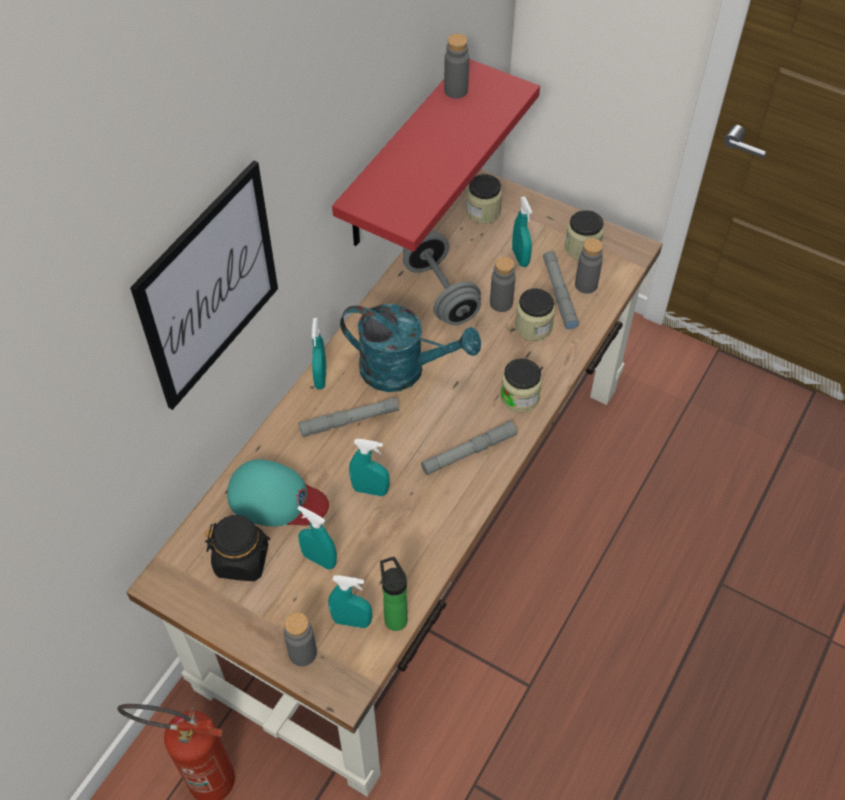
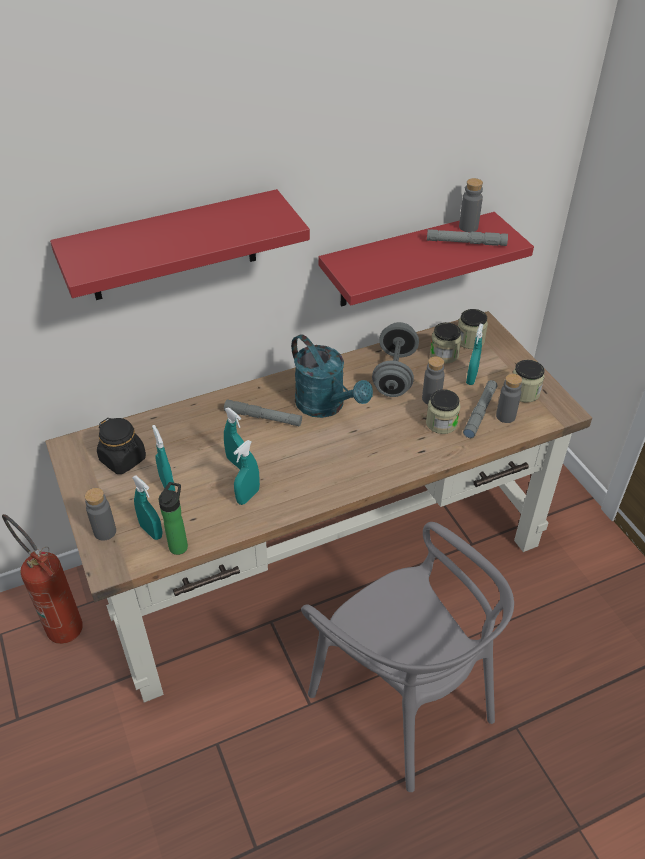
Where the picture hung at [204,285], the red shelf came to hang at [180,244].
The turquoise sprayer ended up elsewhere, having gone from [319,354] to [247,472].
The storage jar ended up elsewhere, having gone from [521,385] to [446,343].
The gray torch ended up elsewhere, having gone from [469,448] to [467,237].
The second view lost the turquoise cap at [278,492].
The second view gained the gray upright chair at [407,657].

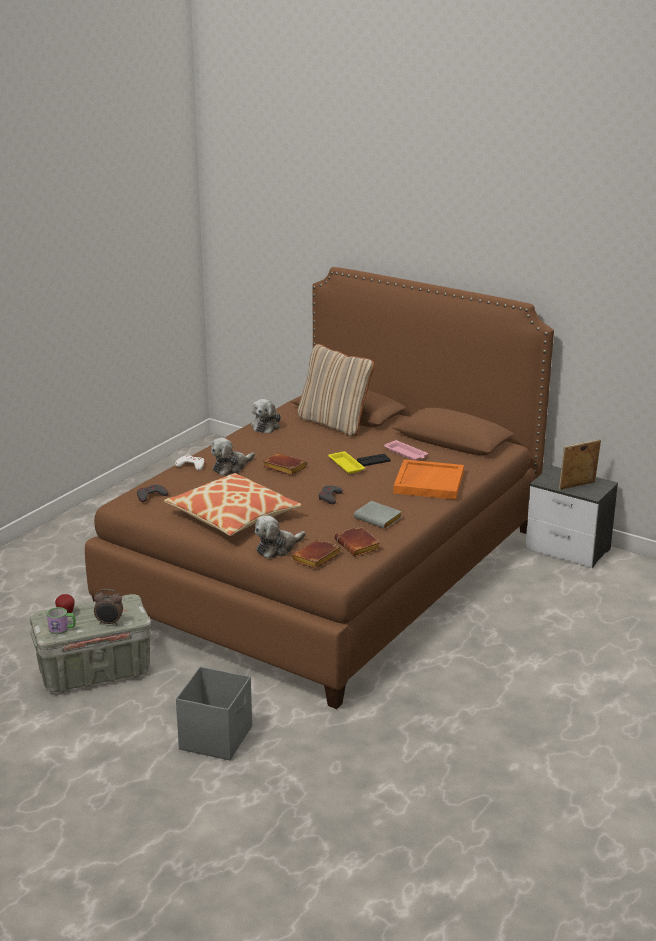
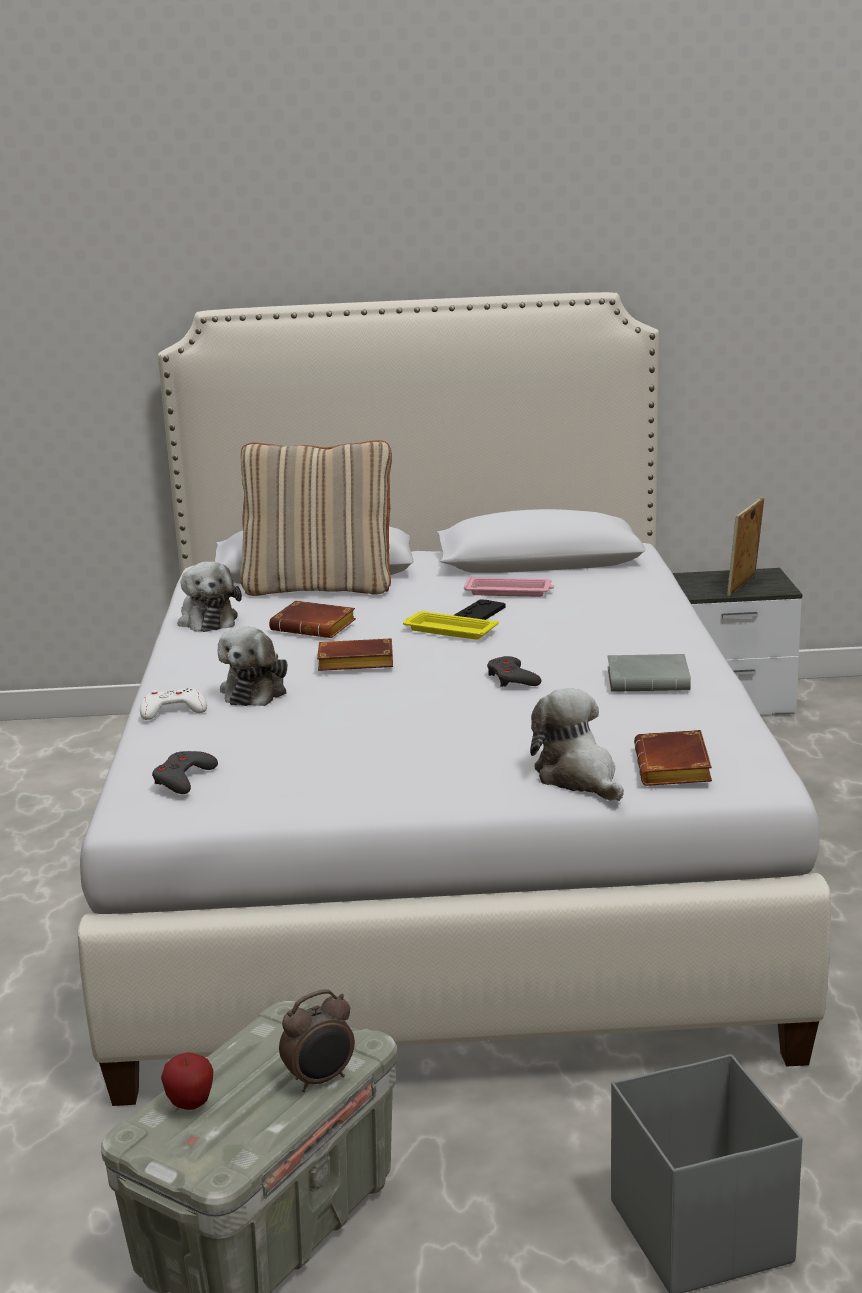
What was the brown bed at [319,488] turned into the white-coloured bed at [454,699].
The second view lost the orange carrying tray at [428,479].
The second view lost the throw pillow at [233,504].
The plush toy at [280,537] ended up facing another way, 135 degrees clockwise from before.
The brown volume ended up elsewhere, having gone from [357,541] to [312,619].
The second view lost the mug at [61,620].

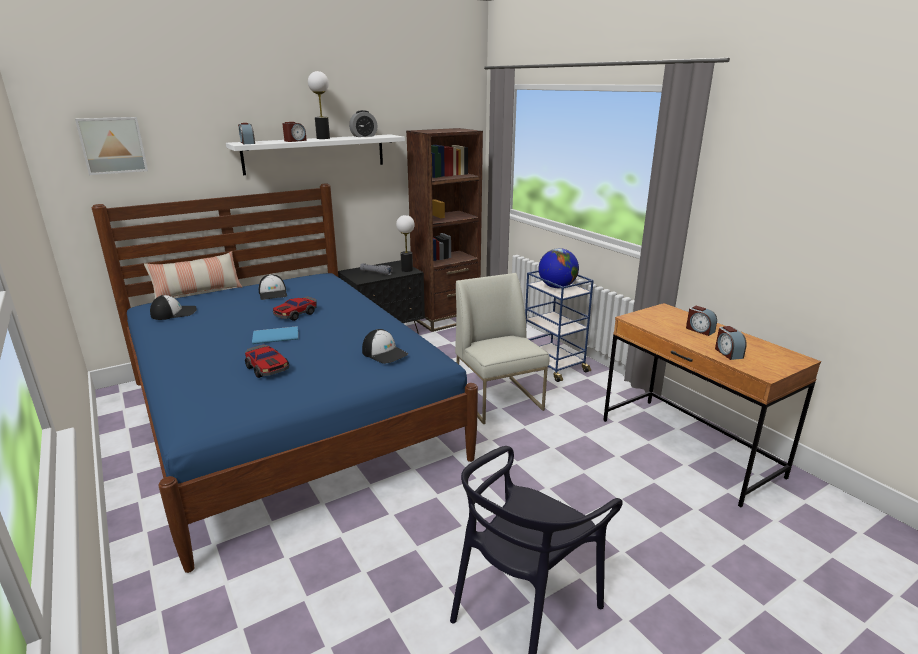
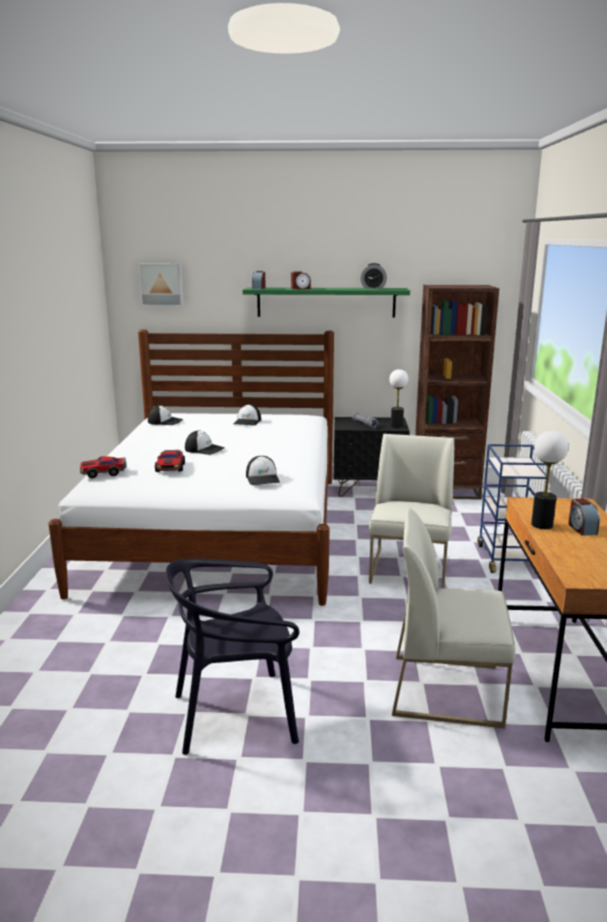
The tabletop lamp ended up elsewhere, having gone from [319,105] to [550,480].
What was the white-coloured shelf at [315,154] turned into the green-coloured shelf at [326,302].
What was the blue bed at [285,378] turned into the white-coloured bed at [191,467].
The second view lost the desk globe at [559,268].
The second view lost the throw pillow at [193,275].
The toy car ended up elsewhere, having gone from [295,308] to [103,467].
Where the blue volume stood at [275,335], the cap came to stand at [205,442].
The second view lost the bedside clock at [731,343].
The second view gained the white-coloured upright chair at [454,618].

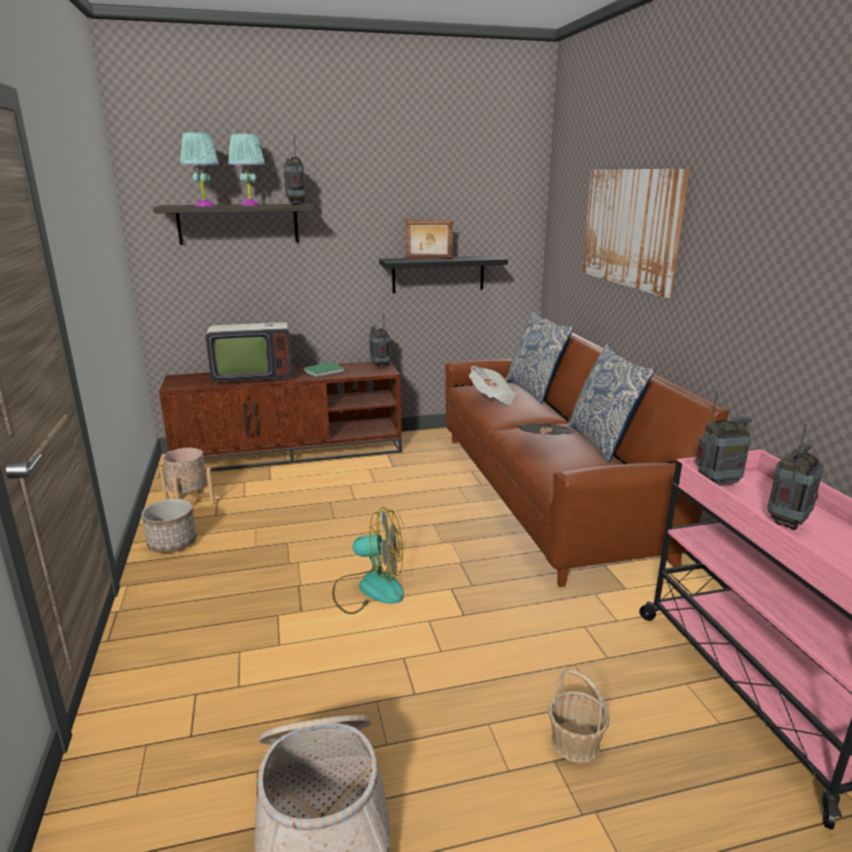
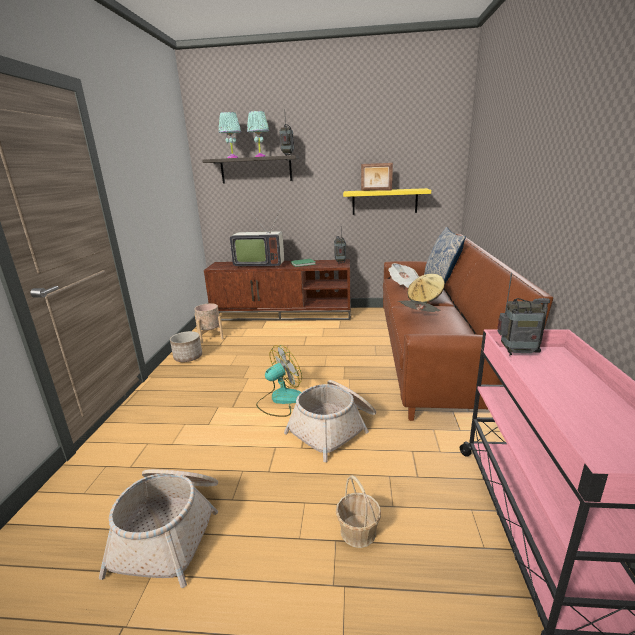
The second view lost the picture at [635,233].
What was the black shelf at [443,274] turned into the yellow-coloured shelf at [387,201].
The second view lost the throw pillow at [611,403].
The second view lost the radio at [795,477].
The cooling fan at [368,560] ended up facing another way, 60 degrees counterclockwise from before.
The second view gained the beige-coloured clothing hat at [426,288].
The second view gained the basket at [330,421].

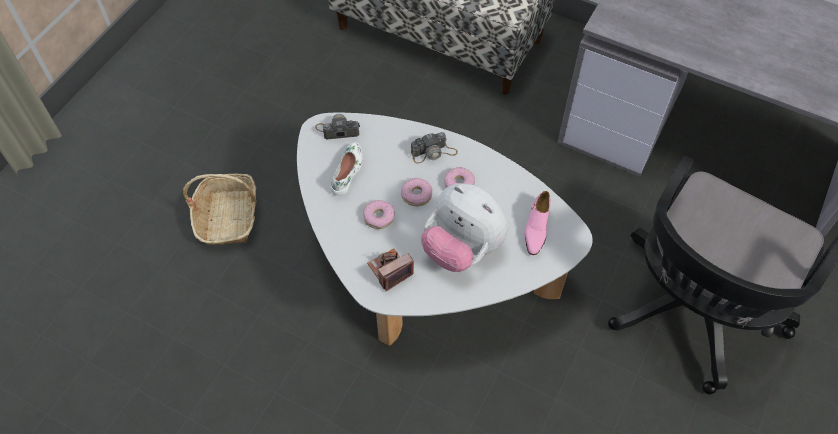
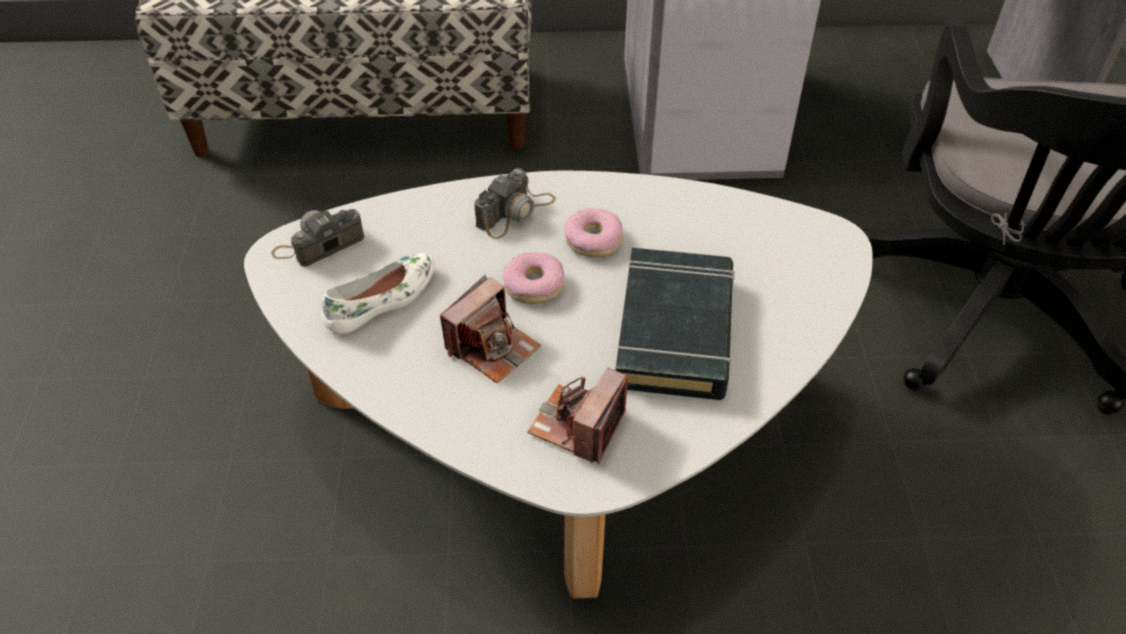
The white-coloured low shoe at [347,169] ended up facing another way, 60 degrees clockwise from before.
The second view lost the basket at [220,209].
Where the plush toy stood at [464,227], the black volume came to stand at [675,324].
The second view lost the pink-coloured low shoe at [537,223].
Where the ring doughnut stood at [379,214], the photo camera came to stand at [490,329].

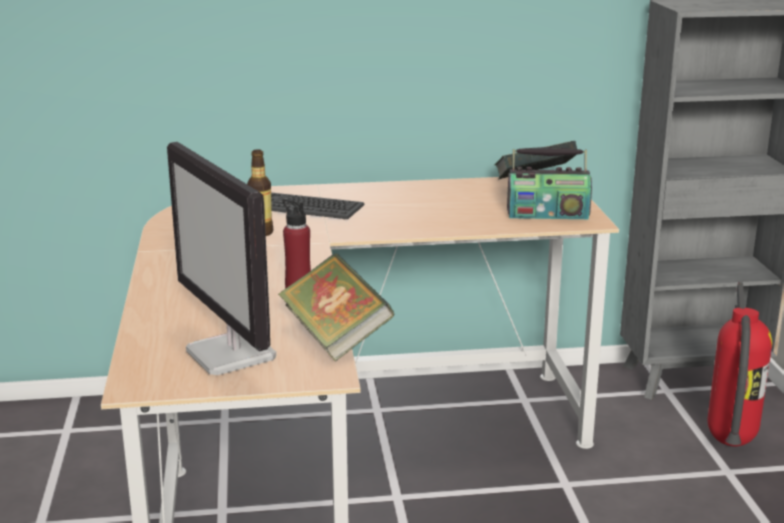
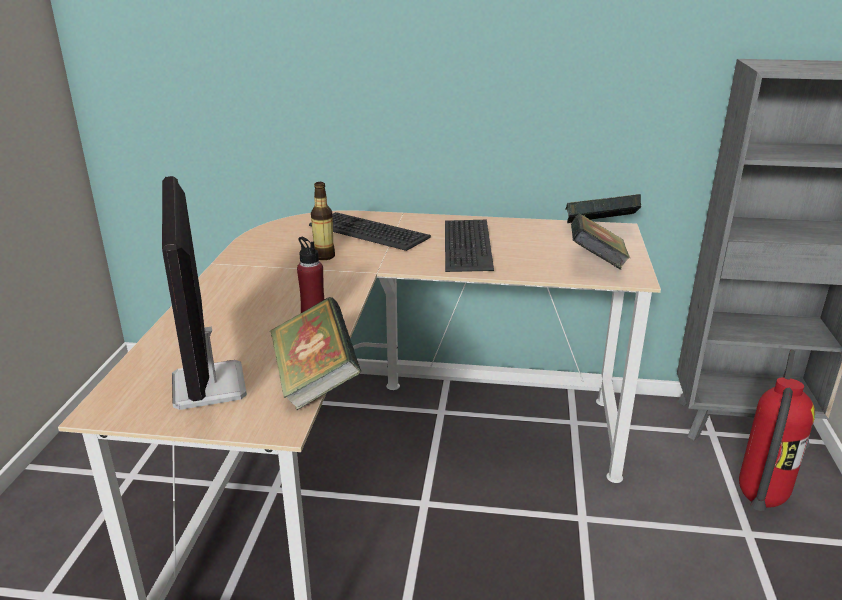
Where the radio stood at [549,183], the volume came to stand at [600,242].
The second view gained the PC keyboard at [469,246].

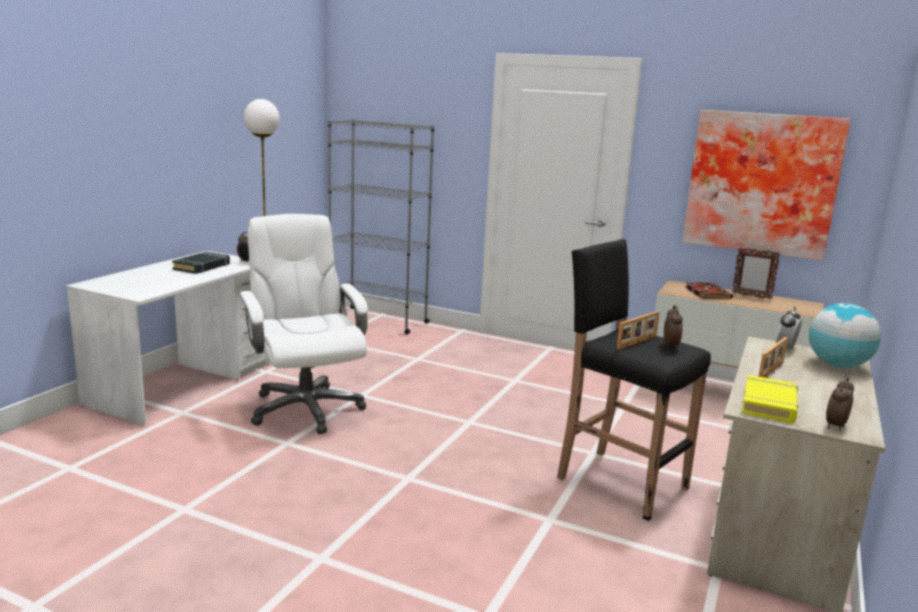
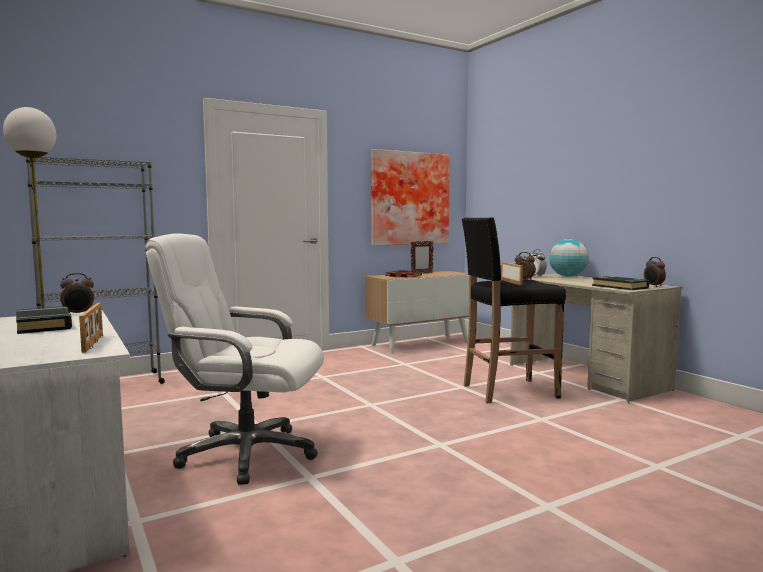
The standing frame ended up elsewhere, having gone from [773,357] to [91,328].
What was the yellow-coloured volume at [770,399] turned into the black volume at [620,283].

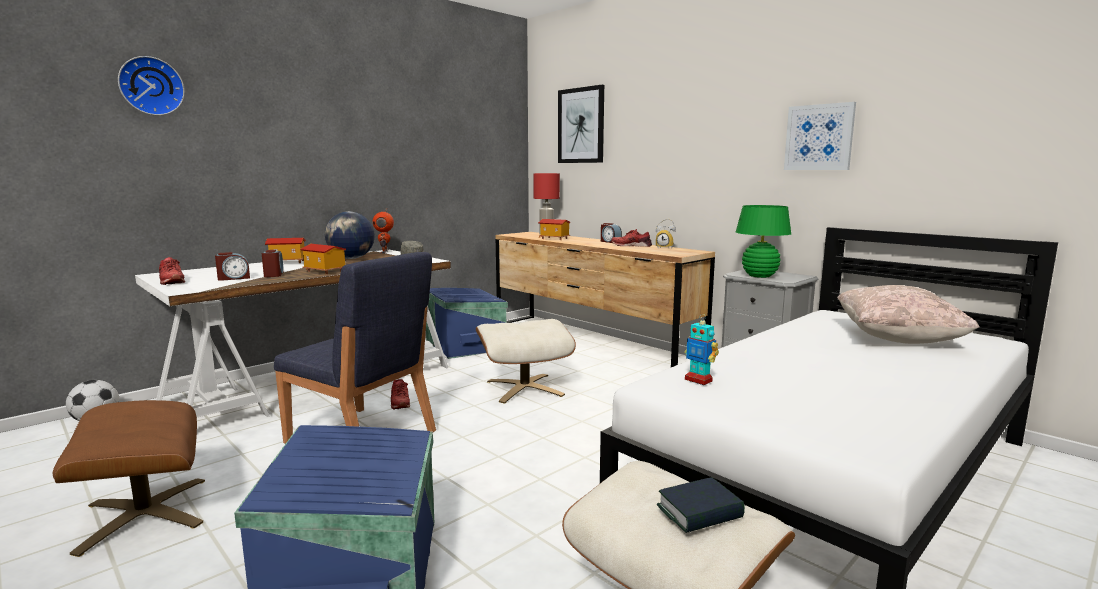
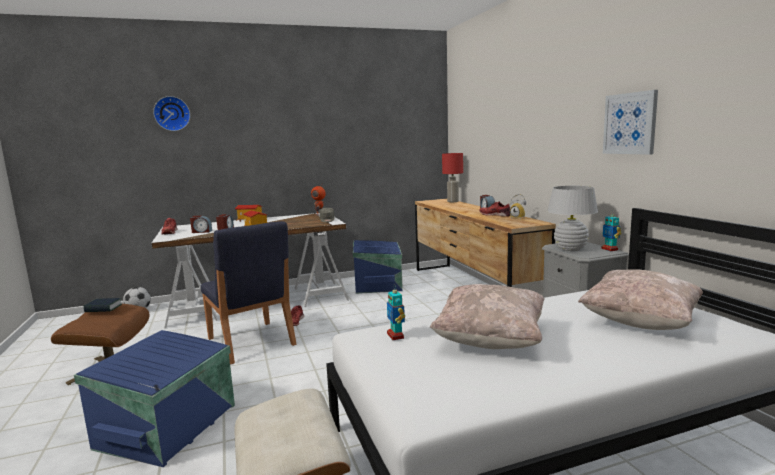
The second view lost the picture at [581,124].
What was the green-coloured tabletop lamp at [763,241] turned into the white-coloured tabletop lamp at [572,218].
The second view lost the desk globe at [350,235].
The second view lost the model house at [554,229].
The second view lost the beige-coloured footrest at [526,361].
The volume ended up elsewhere, having gone from [701,505] to [102,305].
The second view gained the toy robot at [611,231].
The second view gained the beige-coloured throw pillow at [487,316].

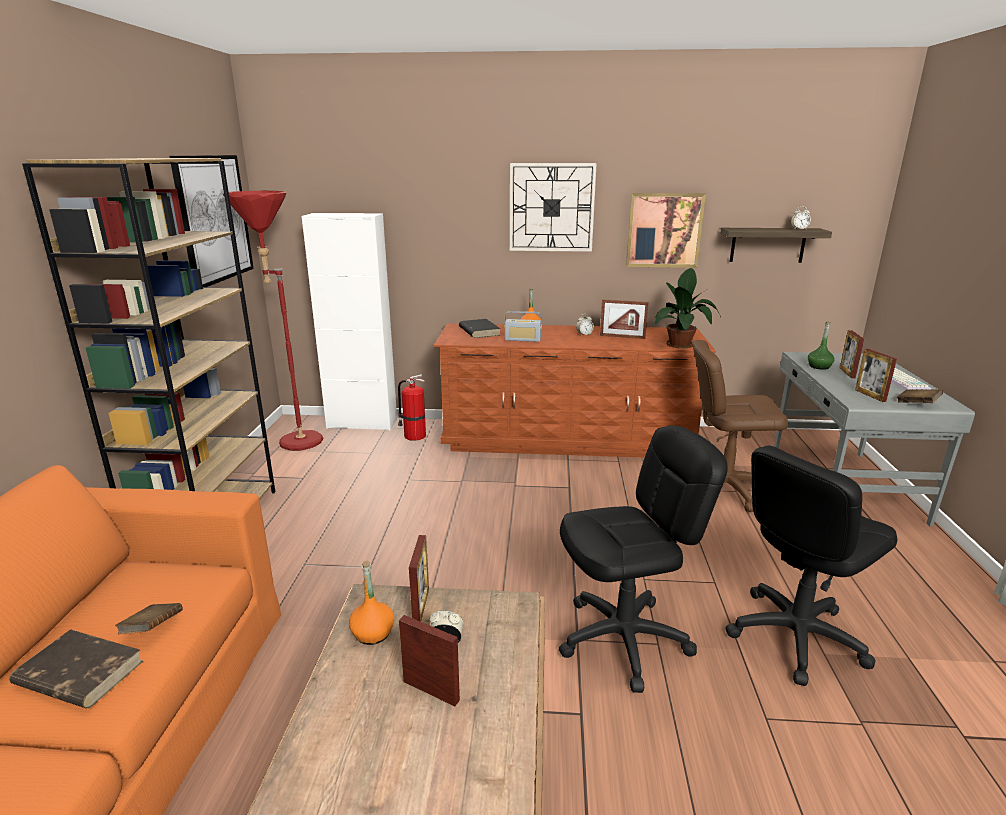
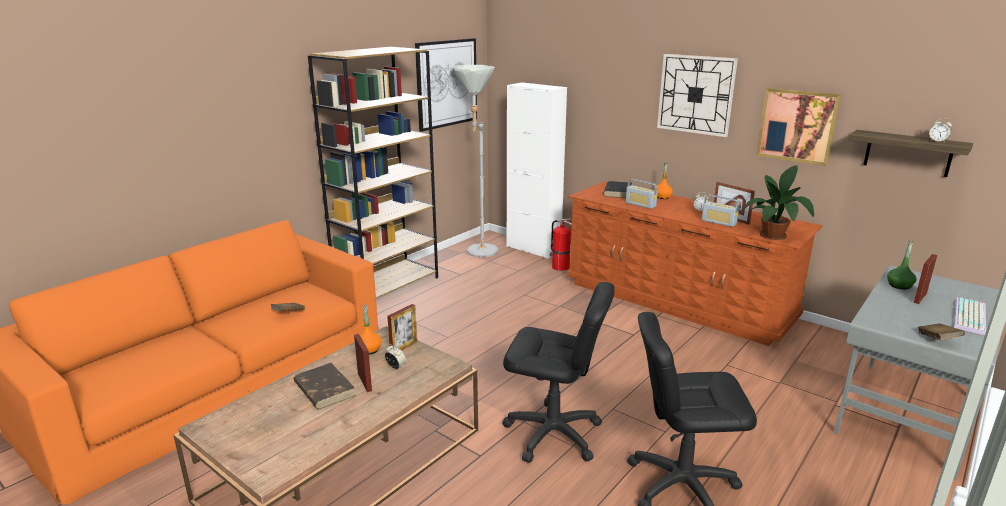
What was the red standard lamp at [273,321] turned into the gray standard lamp at [475,161].
The second view lost the brown office chair at [740,426].
The second view lost the standing frame at [876,375].
The brown volume ended up elsewhere, having gone from [76,669] to [325,386].
The second view gained the radio at [720,211].

